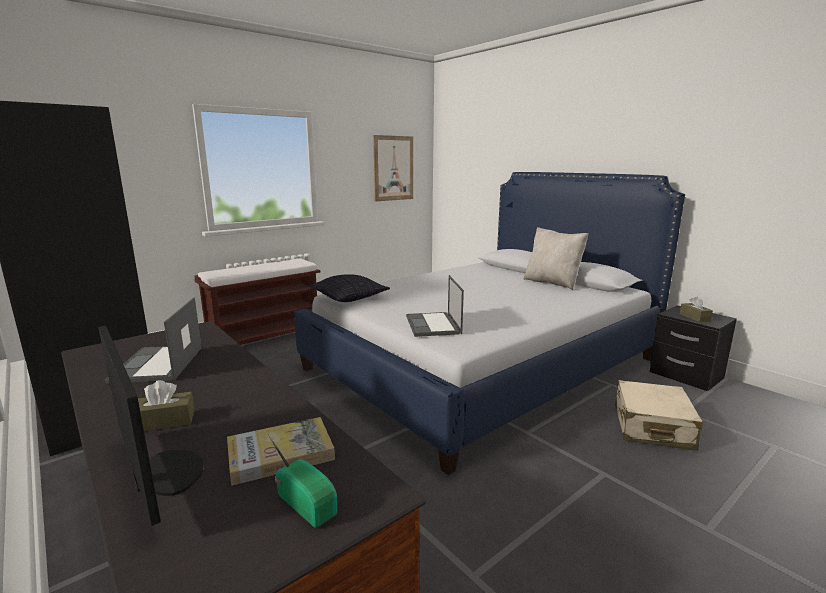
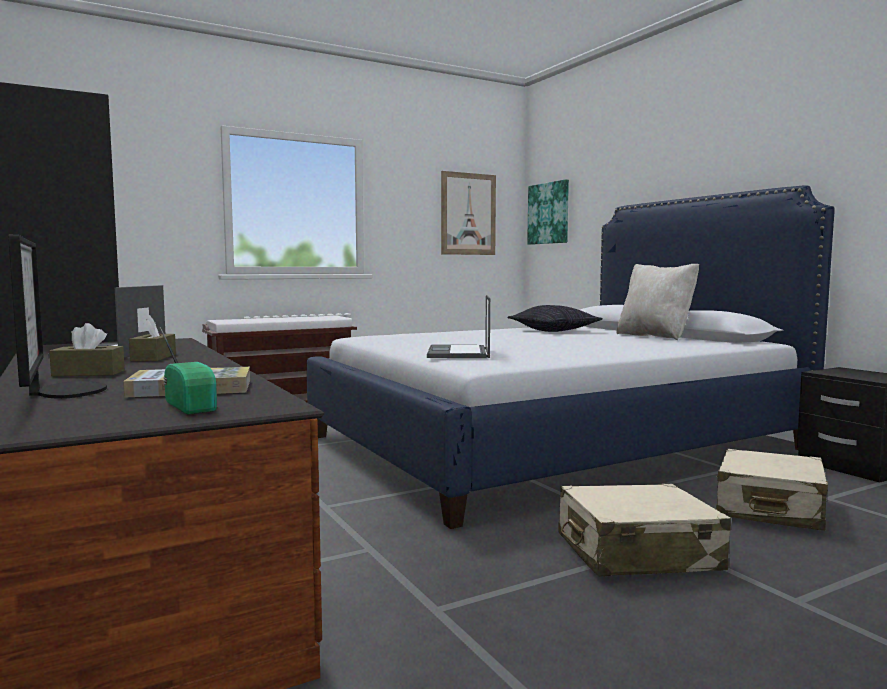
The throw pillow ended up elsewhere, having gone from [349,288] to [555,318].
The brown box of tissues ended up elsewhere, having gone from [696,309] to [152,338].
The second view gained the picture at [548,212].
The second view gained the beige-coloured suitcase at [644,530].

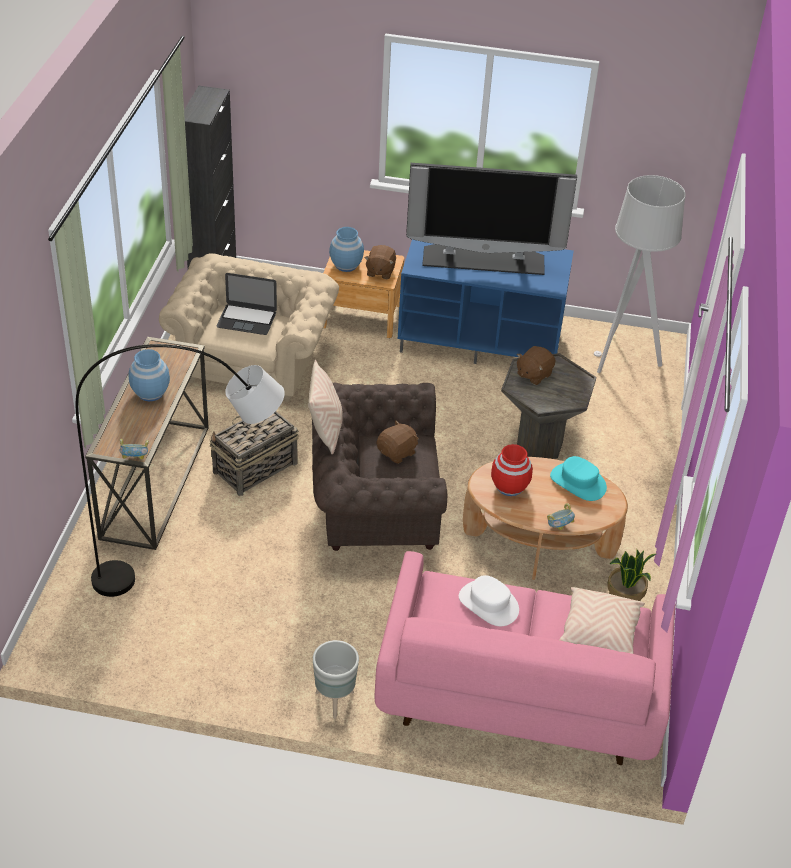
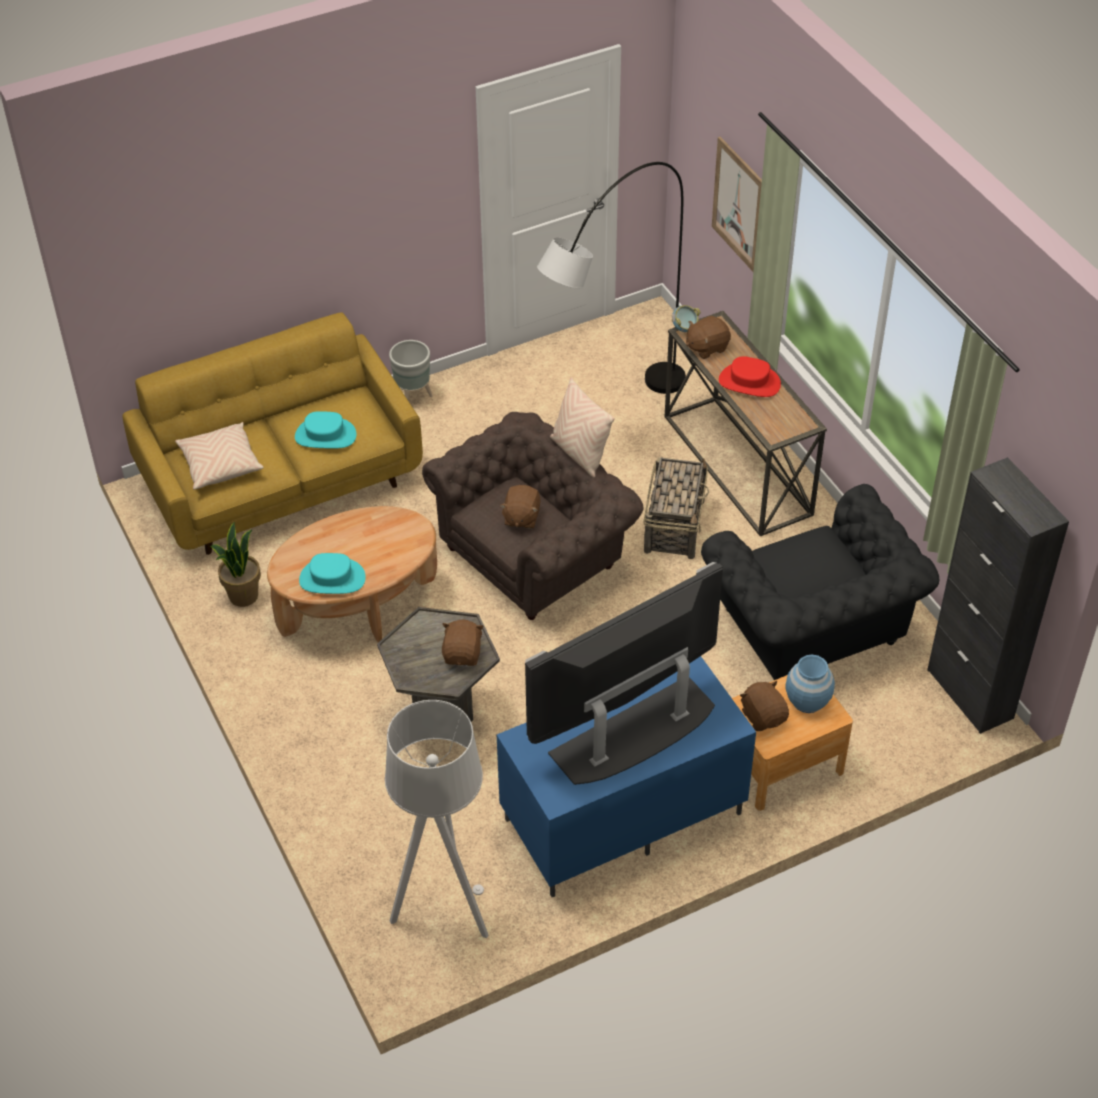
What was the beige-coloured easy chair at [249,327] turned into the black easy chair at [820,582].
The second view lost the portable computer at [246,304].
Where the blue decorative vase stood at [149,375], the red clothing hat came to stand at [750,376].
The second view lost the red decorative vase at [512,470].
The second view lost the deep dish at [561,516].
What was the pink-coloured couch at [524,658] turned into the yellow-coloured couch at [272,433].
What was the white-coloured clothing hat at [489,600] turned into the turquoise clothing hat at [325,430].
The second view gained the picture at [737,204].
The second view gained the brown plush toy at [708,337].

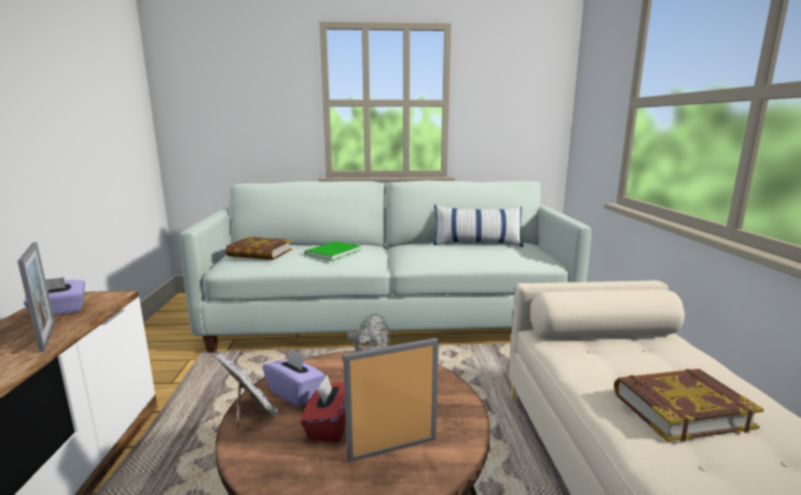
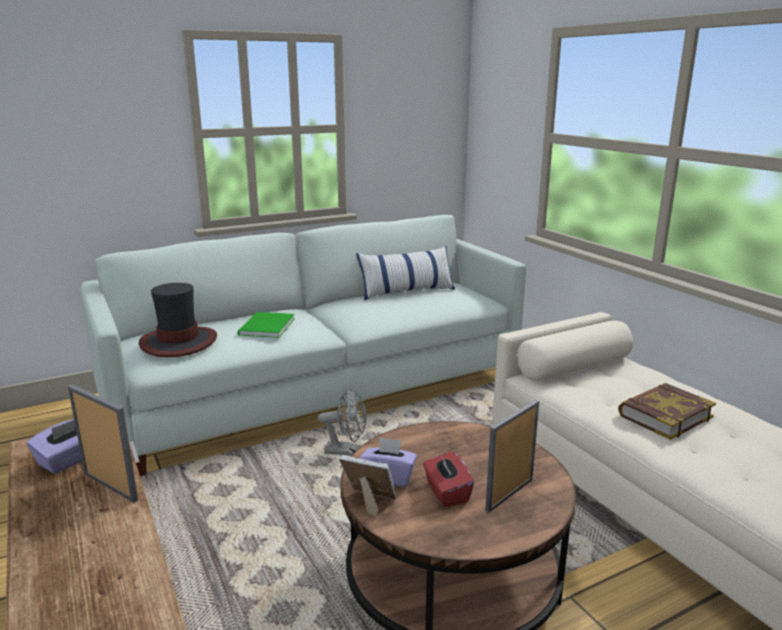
Where the volume stood at [258,248], the clothing hat came to stand at [178,320].

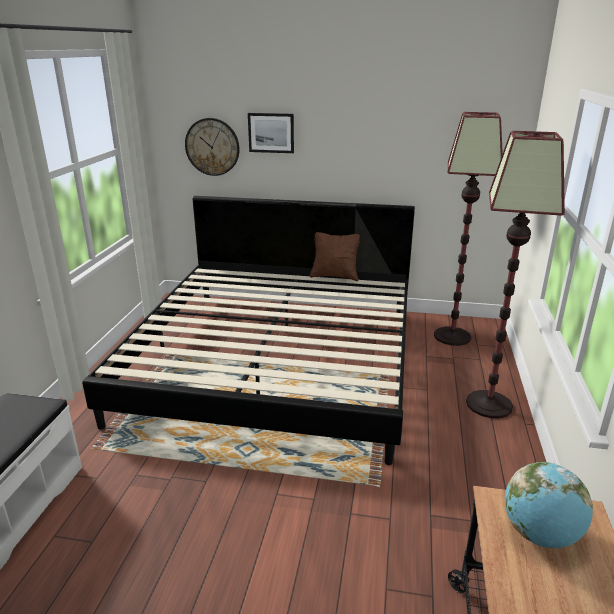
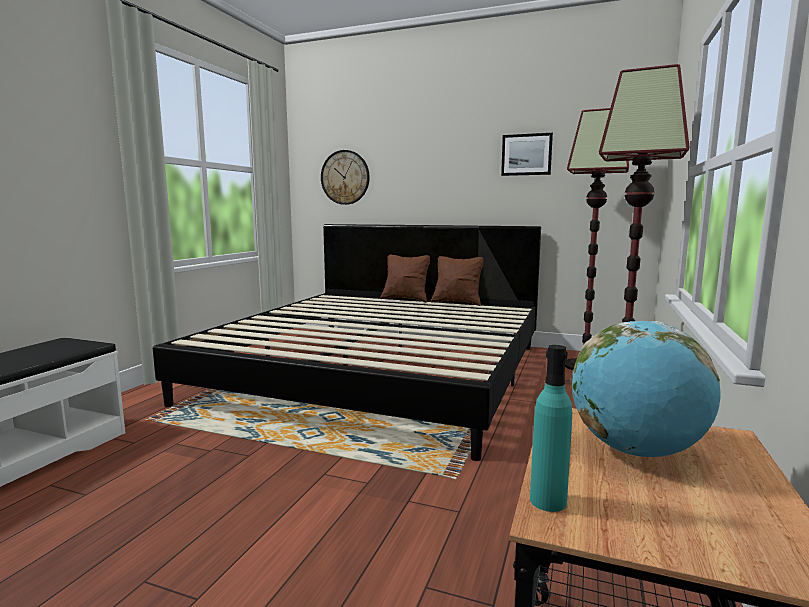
The picture ended up elsewhere, having gone from [271,133] to [527,154].
The second view gained the brown throw pillow at [405,278].
The second view gained the turquoise bottle at [551,428].

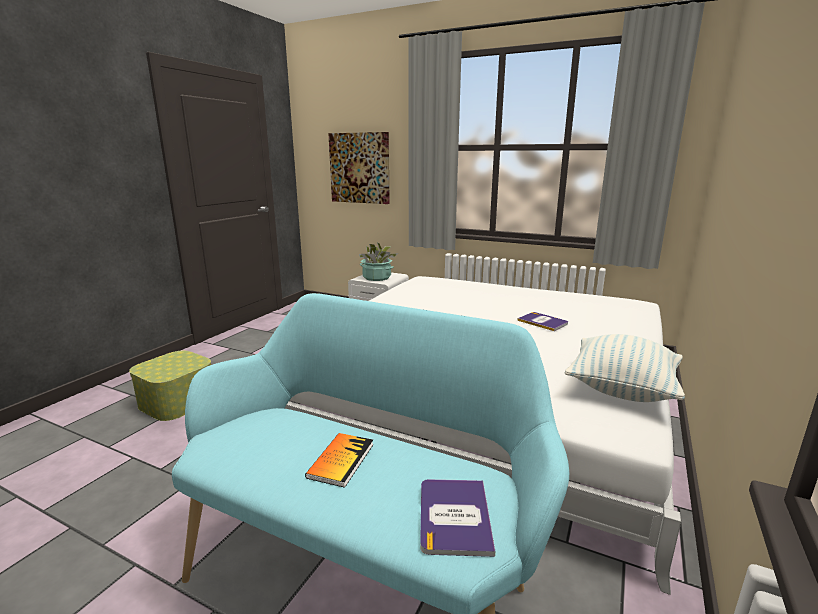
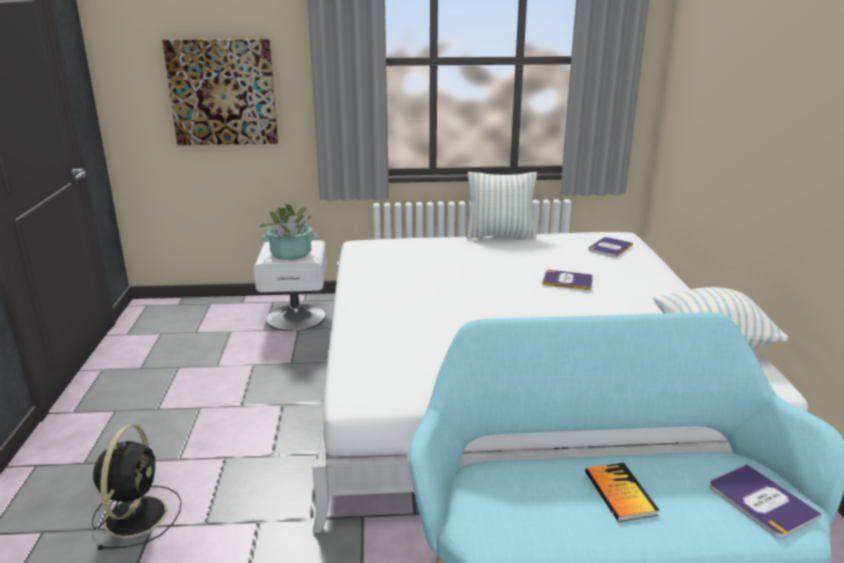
Where the storage container stood at [170,386], the black cooling fan came to stand at [137,487].
The second view gained the throw pillow at [502,205].
The second view gained the volume at [611,247].

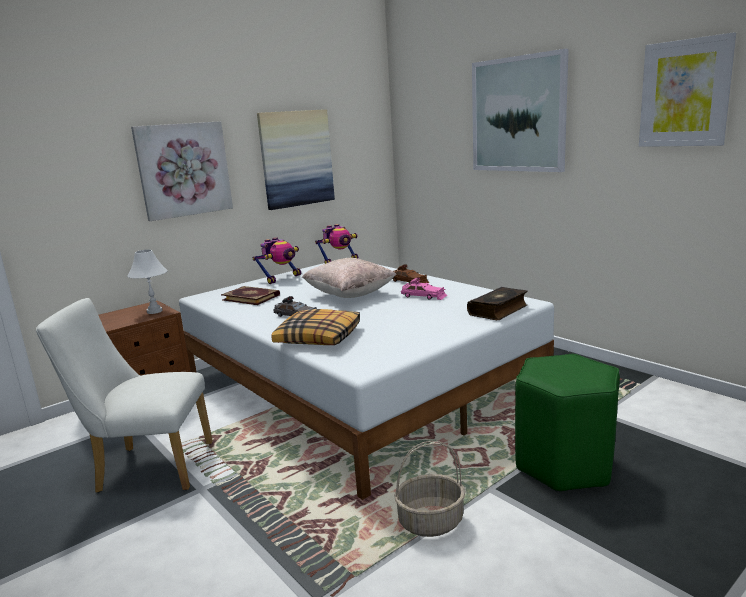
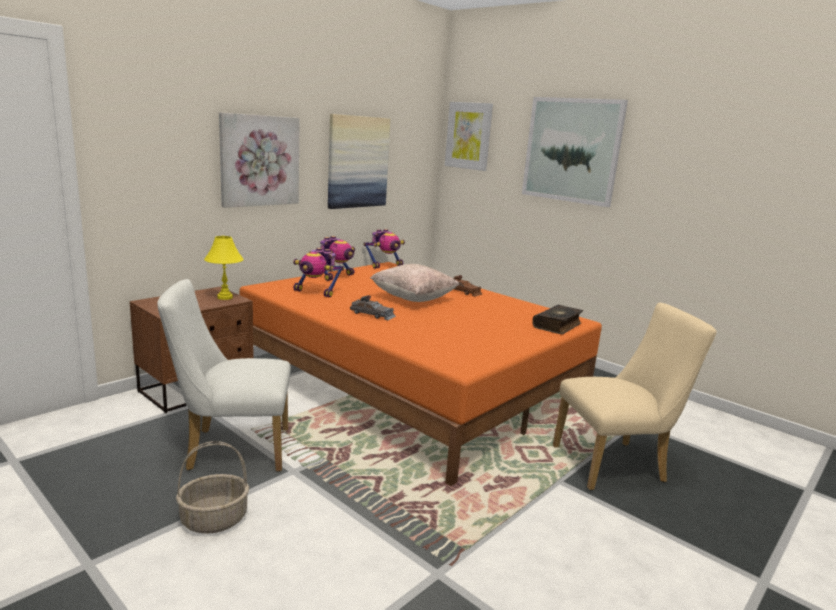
The picture ended up elsewhere, having gone from [687,89] to [469,136].
What was the white-coloured tabletop lamp at [147,282] turned into the yellow-coloured tabletop lamp at [224,268].
What was the white-coloured bed at [366,381] turned into the orange bed at [420,374].
The second view lost the pink-coloured toy car at [424,289].
Where the volume stood at [250,295], the toy robot came to stand at [318,272].
The second view lost the throw pillow at [315,327].
Where the green-coloured stool stood at [567,423], the beige-coloured upright chair came to stand at [635,396].
The basket ended up elsewhere, having gone from [430,489] to [212,487].

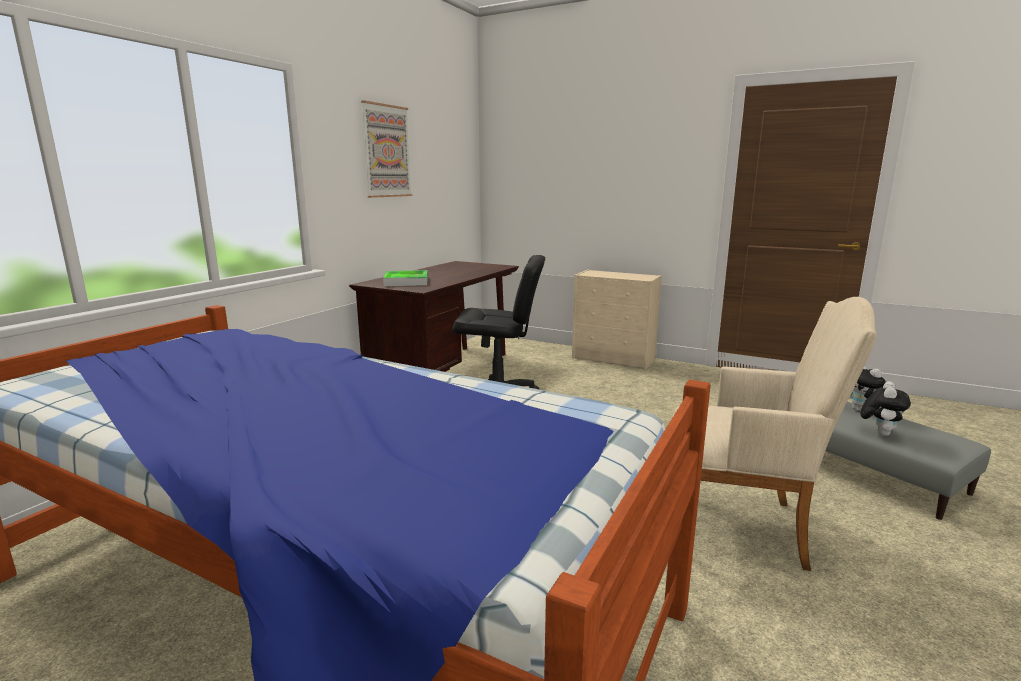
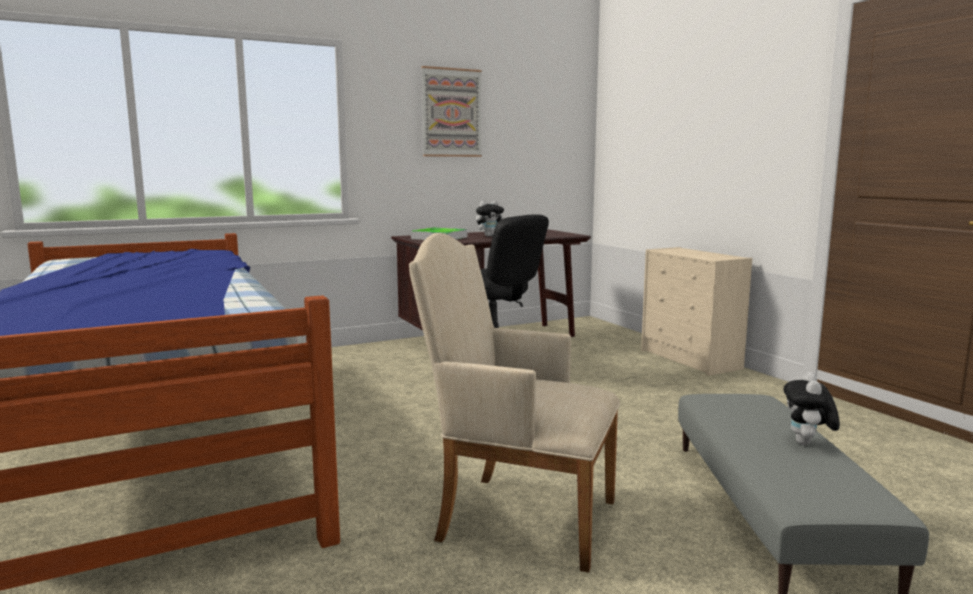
The beige-coloured easy chair at [774,434] ended up facing another way, 150 degrees clockwise from before.
The plush toy ended up elsewhere, having gone from [885,408] to [490,218].

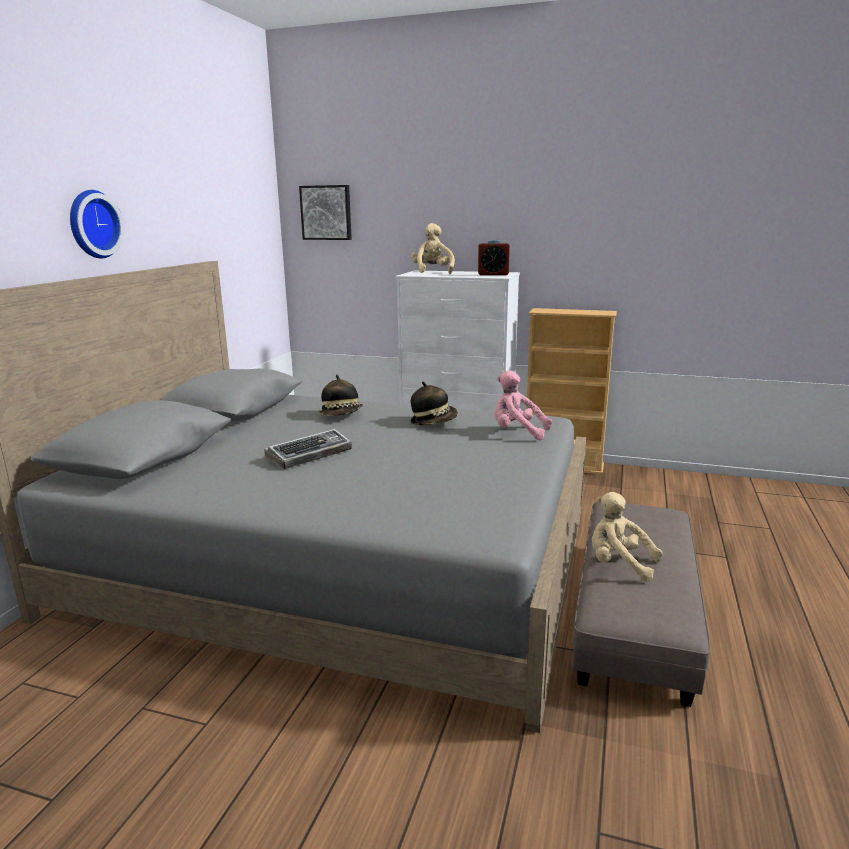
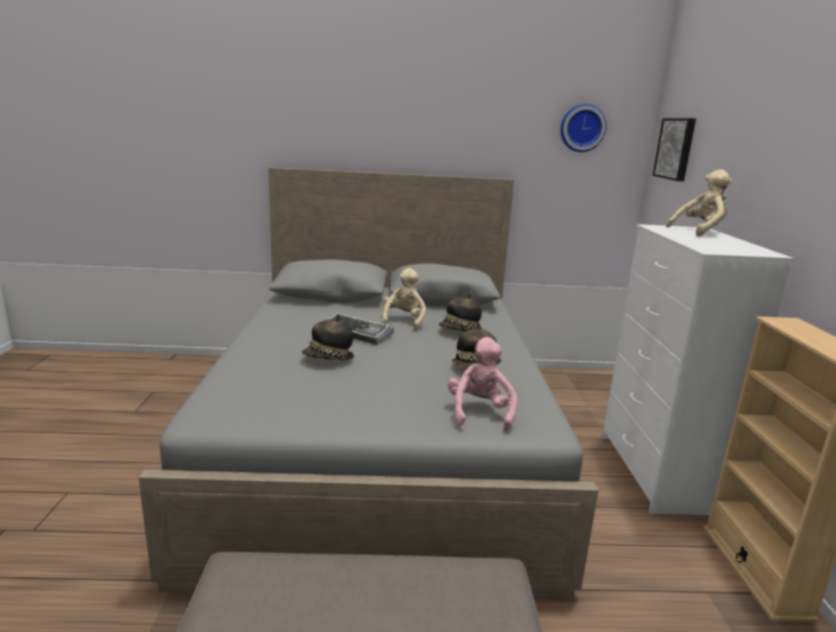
The wall clock ended up elsewhere, having gone from [97,224] to [583,128].
The second view lost the bedside clock at [494,257].
The beige-coloured plush toy ended up elsewhere, having gone from [627,536] to [403,299].
The second view gained the clothing hat at [328,338].

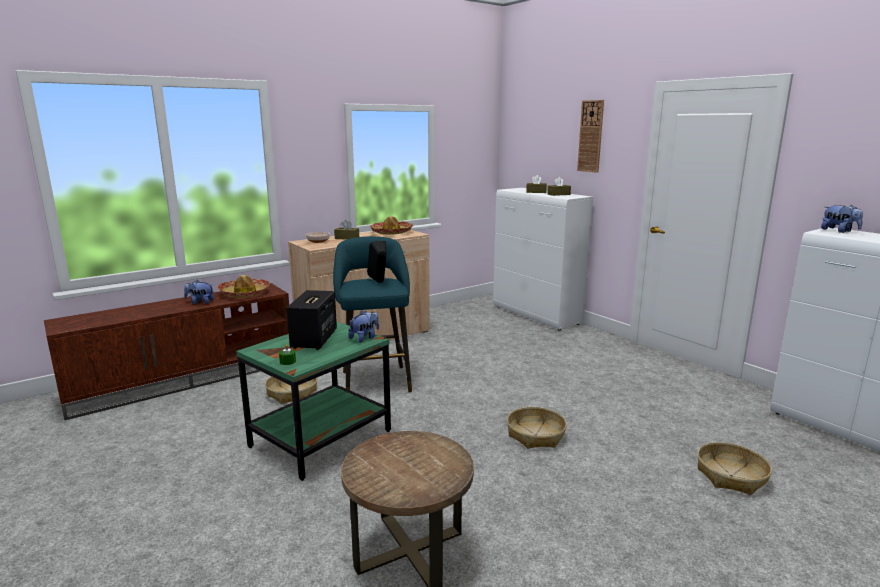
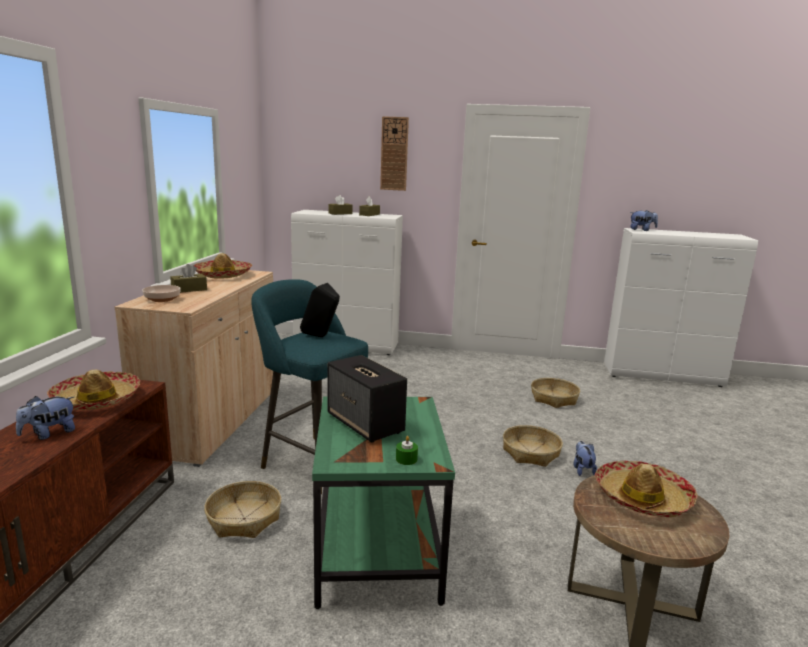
The plush toy ended up elsewhere, having gone from [363,327] to [585,458].
The basket ended up elsewhere, having gone from [734,468] to [555,393].
The second view gained the clothing hat at [646,489].

